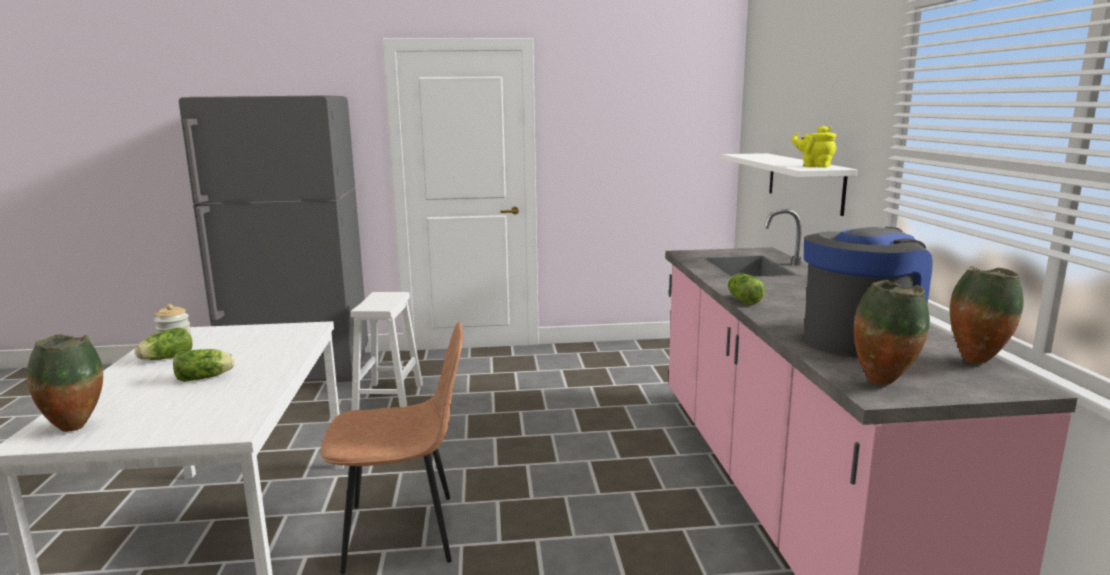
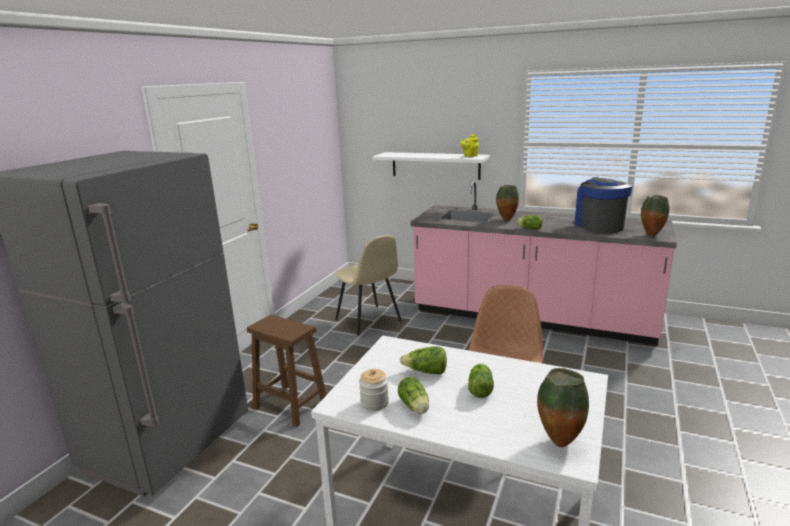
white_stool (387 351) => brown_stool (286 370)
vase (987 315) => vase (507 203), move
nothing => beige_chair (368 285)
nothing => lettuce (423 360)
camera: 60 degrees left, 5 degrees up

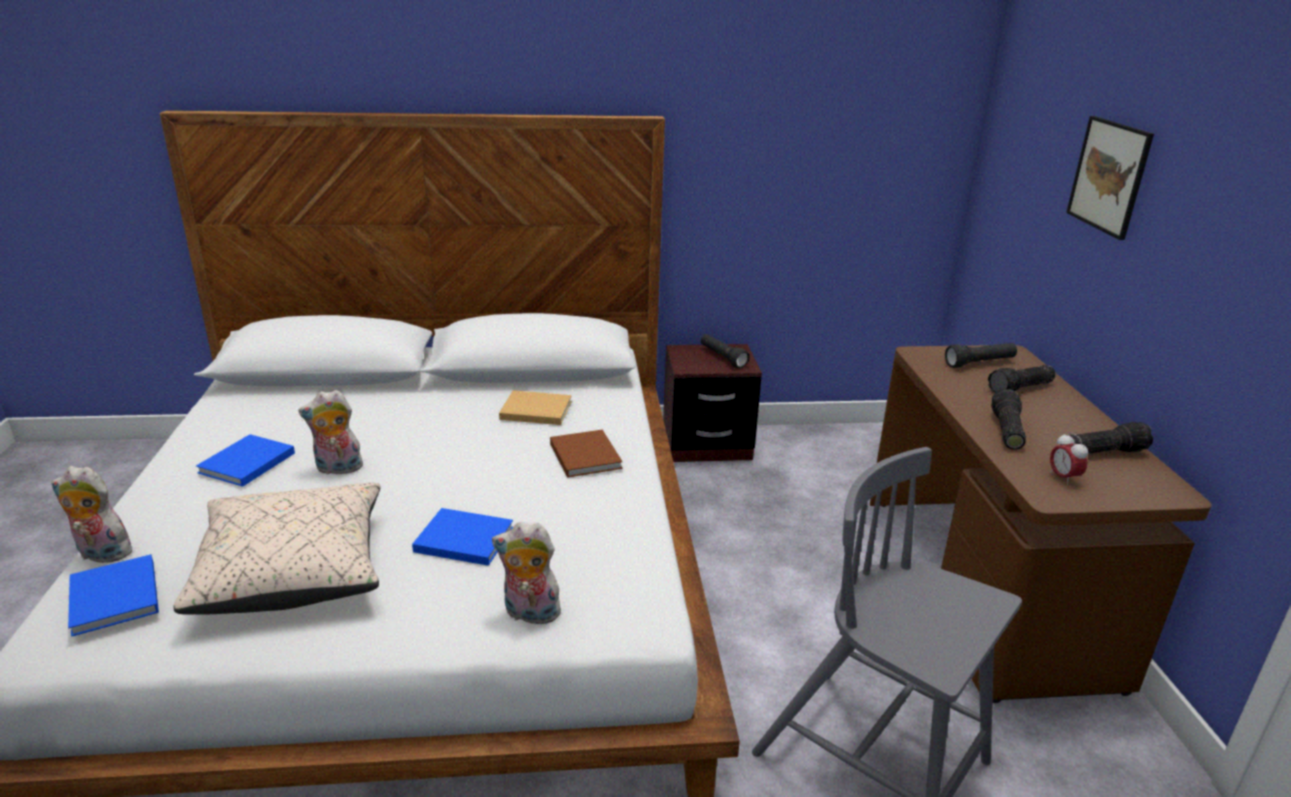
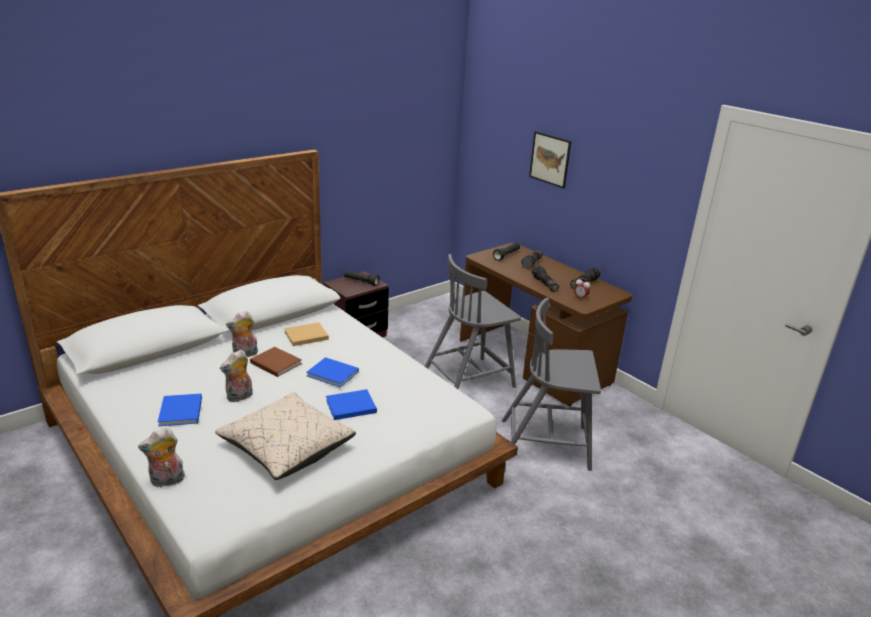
blue_book (113 595) => blue_book (332 372), move
plush_toy (526 573) => plush_toy (242 334), move
brown_book (586 454) => brown_book (276 362), move
nothing => grey_chair (473 321)
camera: 35 degrees left, 0 degrees up

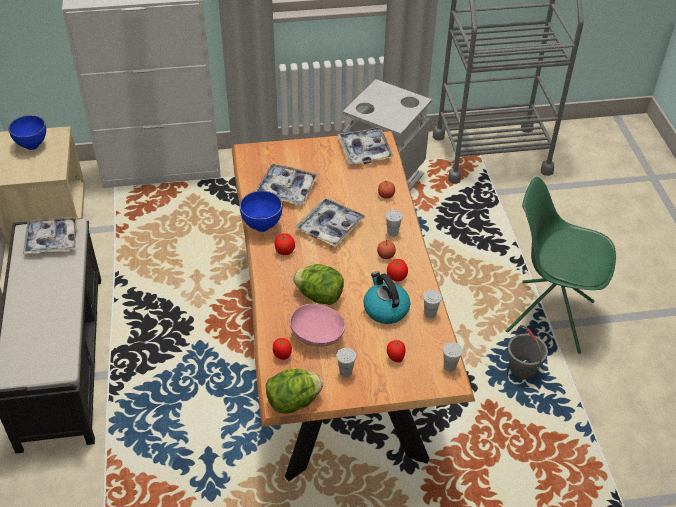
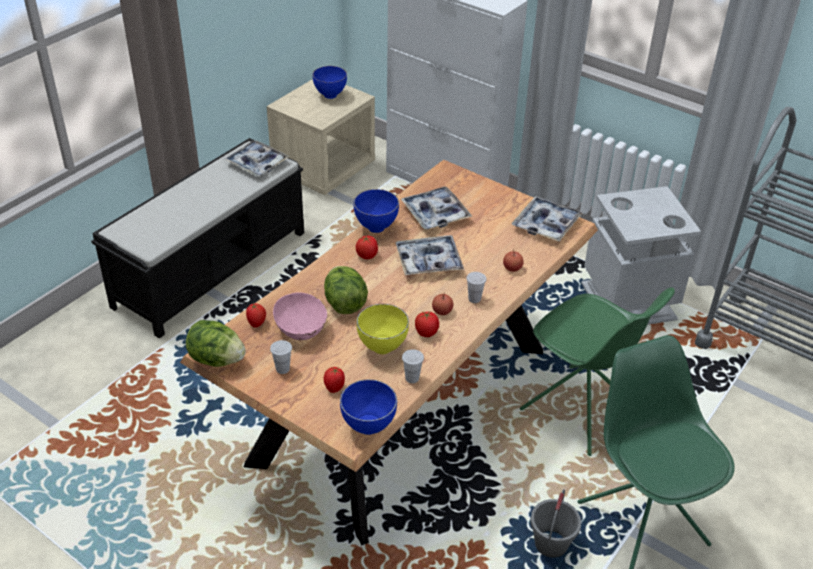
kettle (386 297) => yellow_bowl (382 329)
white_cup (453 357) => blue_bowl (368 407)
nothing => green_chair (597 371)
camera: 45 degrees right, 5 degrees down

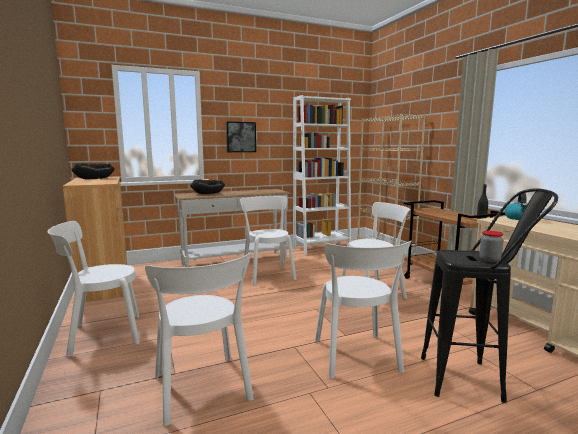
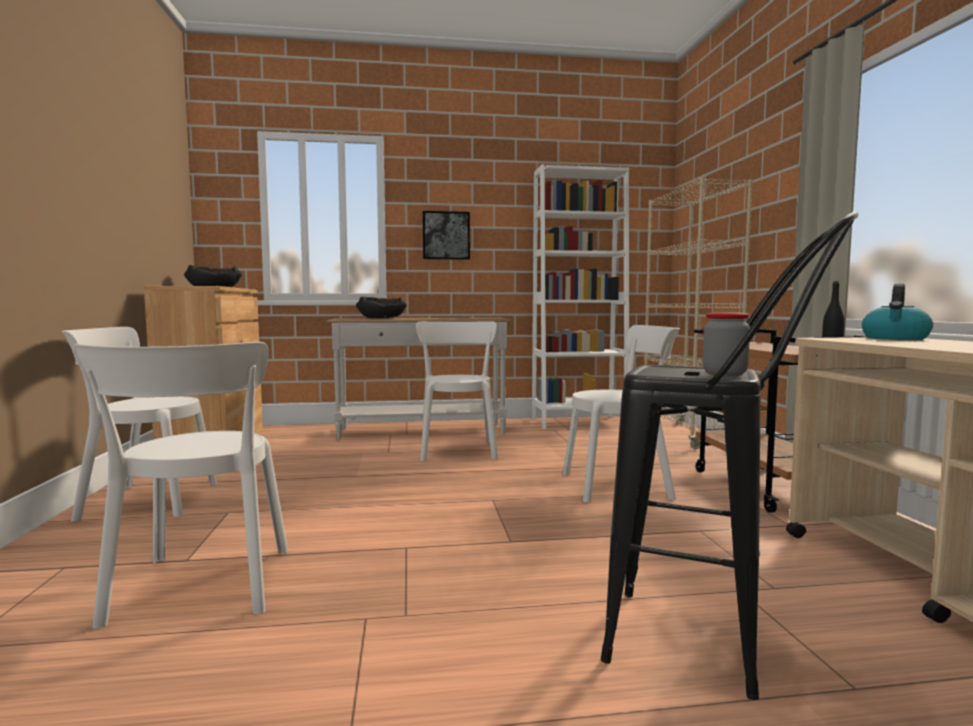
white_chair (363 310) => nothing
camera: 15 degrees right, 5 degrees down

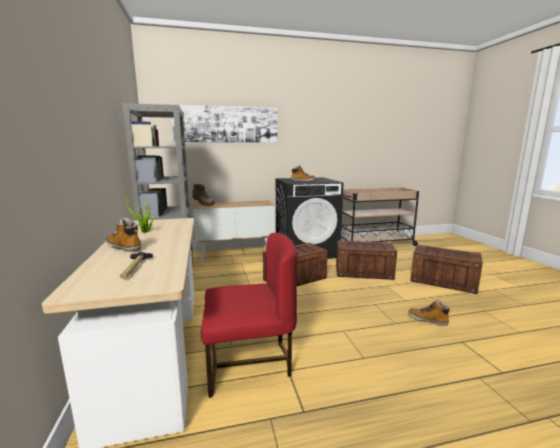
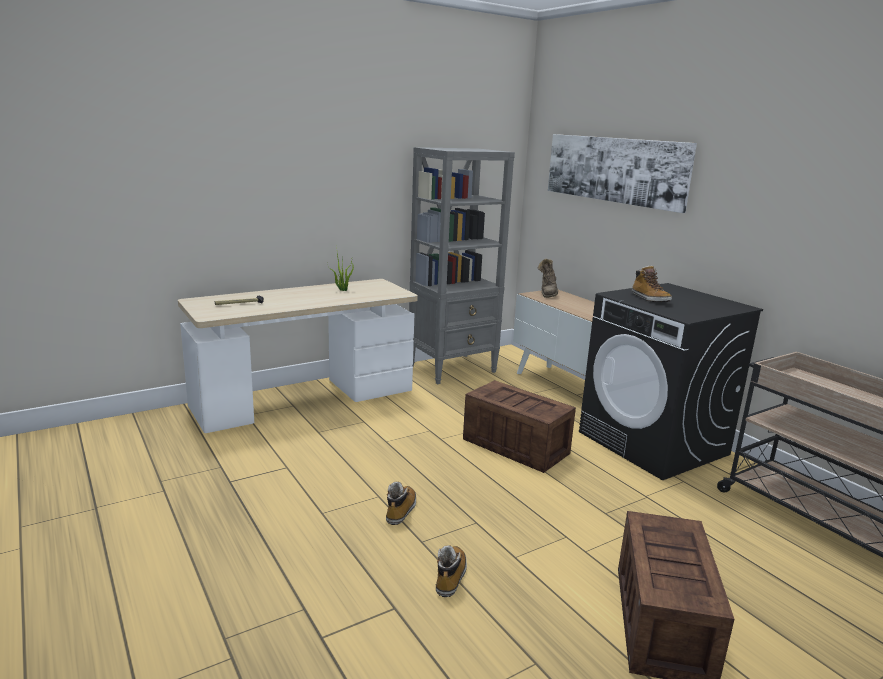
boot (124 235) => boot (401 503), move
red_chair (249 315) => nothing
crate (366 260) => nothing
camera: 70 degrees right, 5 degrees up

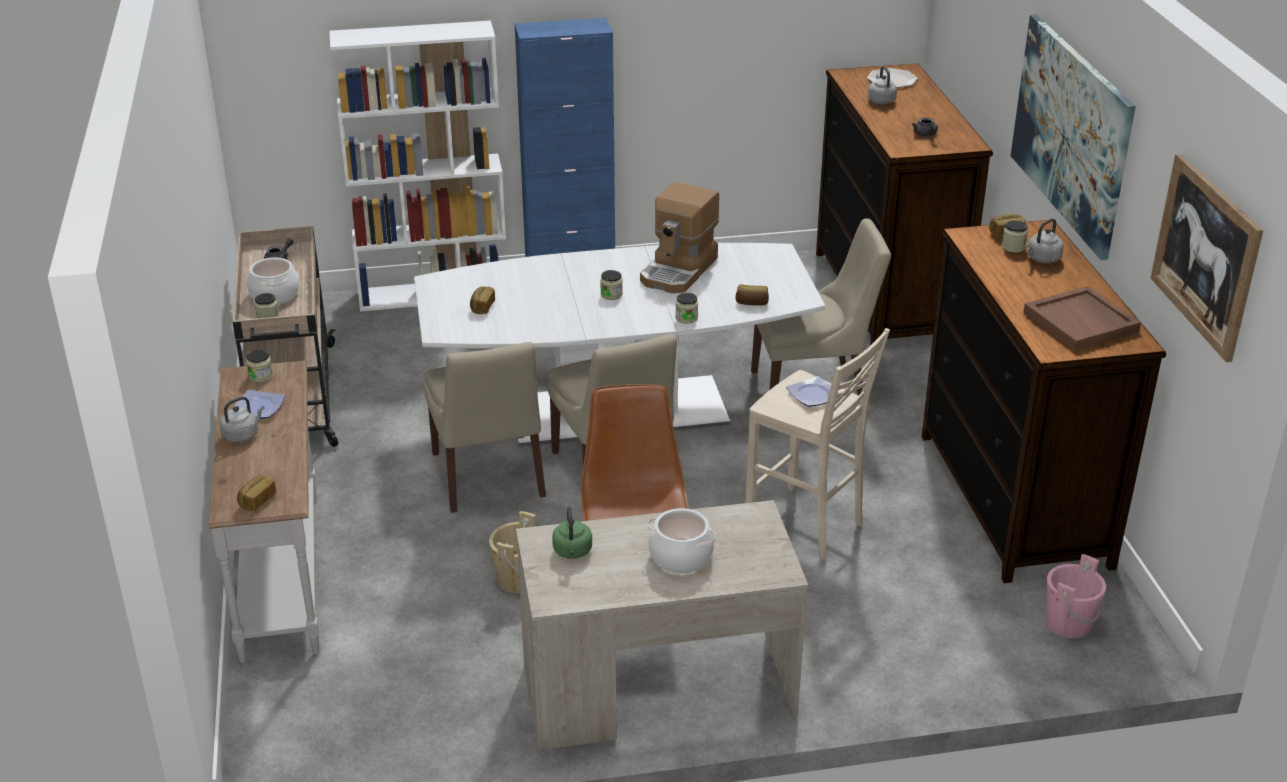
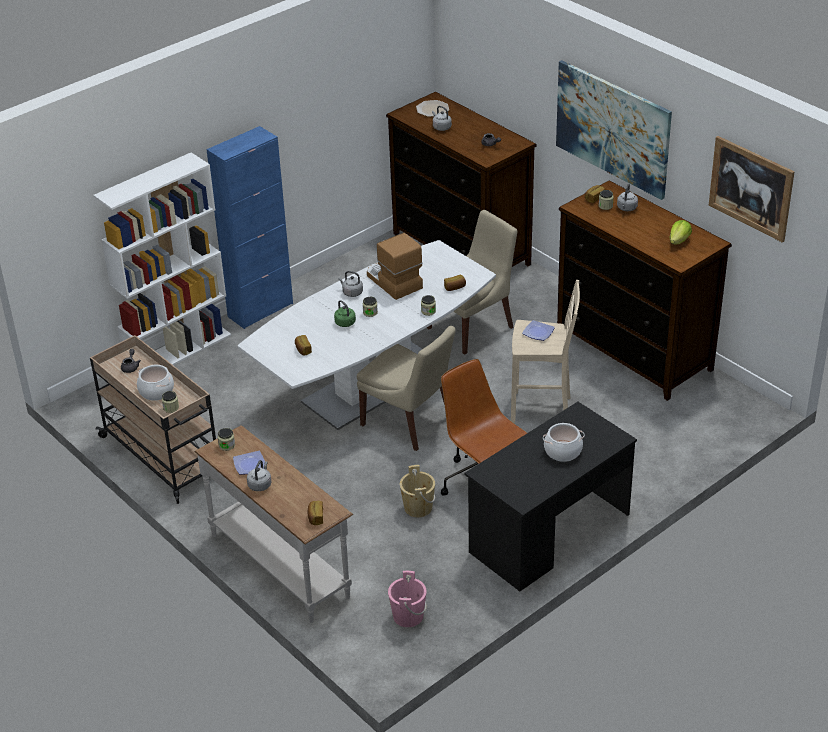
beige_chair (485 427) => nothing
beige_desk (662 625) => black_desk (551 496)
green_kettle (572 533) => green_kettle (345 313), move
coffee_machine (679 238) => coffee_machine (395 266), 150 degrees clockwise
brown_tray (1082 318) => lettuce (680 232)
pink_bucket (1076 596) => pink_bucket (407 599), move
nothing => grey_kettle (350 284)
camera: 30 degrees left, 5 degrees up

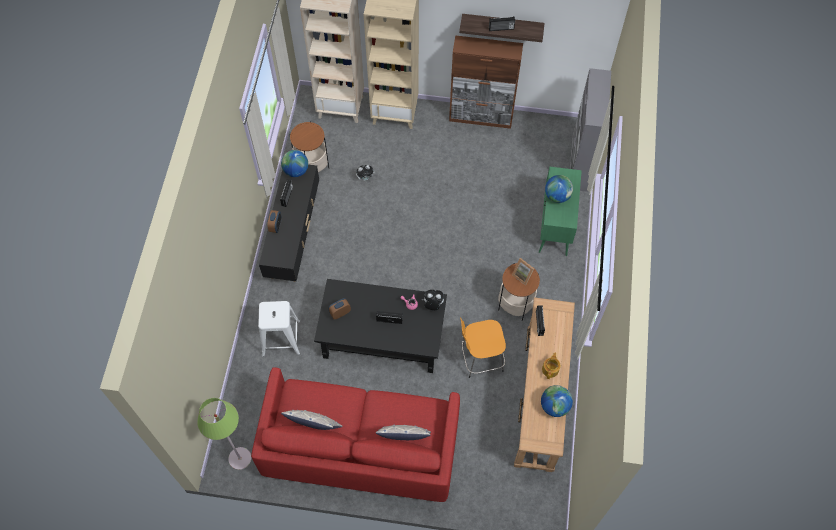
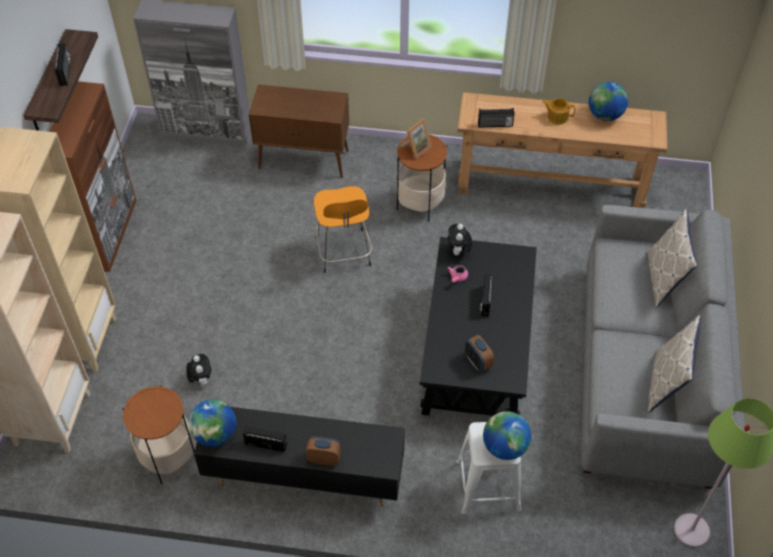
red_sofa (355 434) => grey_sofa (663 347)
orange_stool (483 348) => orange_stool (343 229), move
green_cabinet (560 211) => brown_cabinet (299 131)
globe (559 189) => globe (507 435), move
camera: 90 degrees left, 10 degrees down

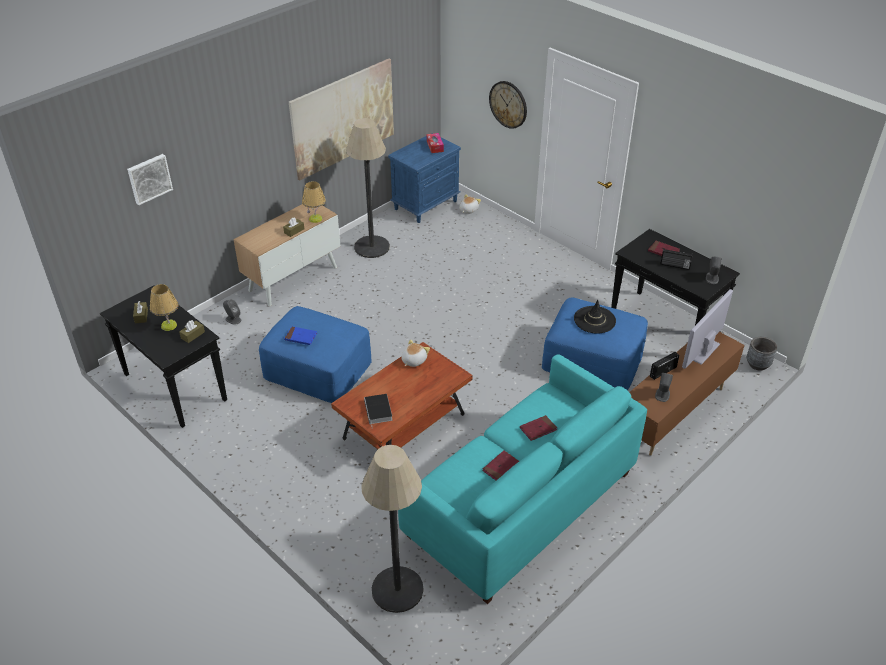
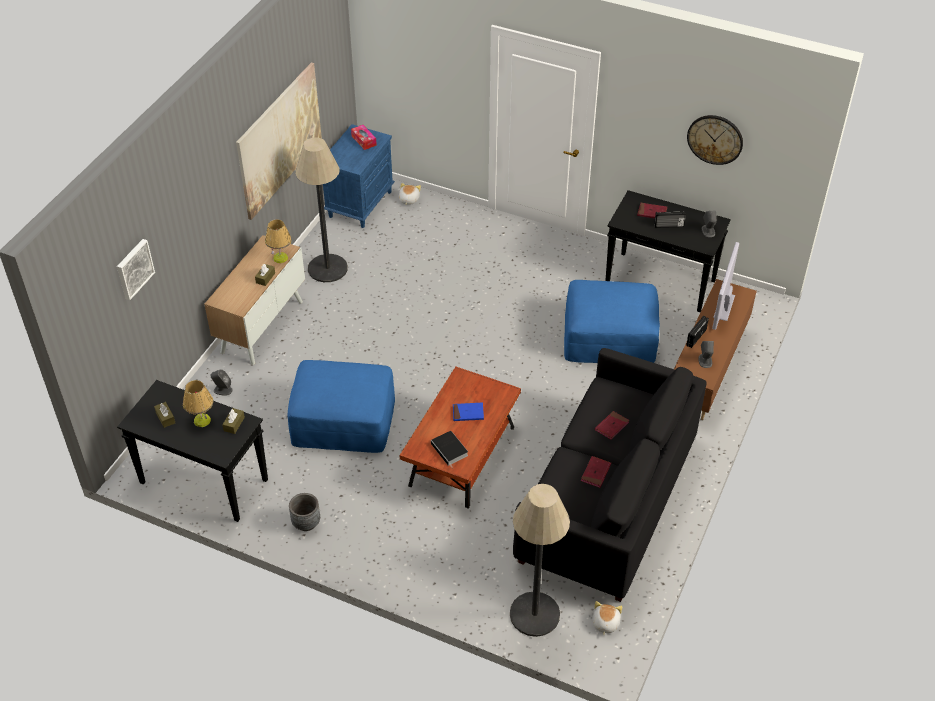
blue_book (300 335) => blue_book (468 412), move
turquoise_sofa (522 479) => black_sofa (610 475)
plush_toy (415 353) => plush_toy (607 618), move
wall_clock (508 105) => wall_clock (715 140), move
black_hat (595 317) => nothing
grey_planter (762 354) => grey_planter (304 512), move
camera: 20 degrees left, 5 degrees up

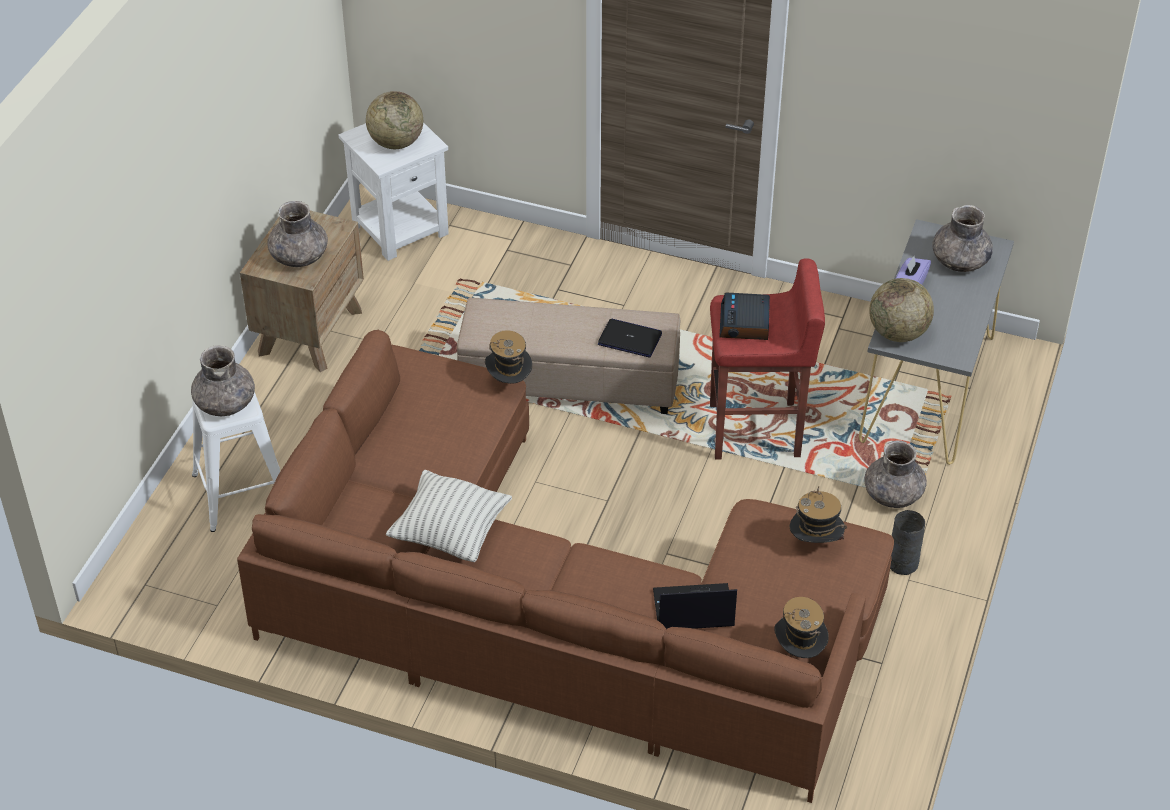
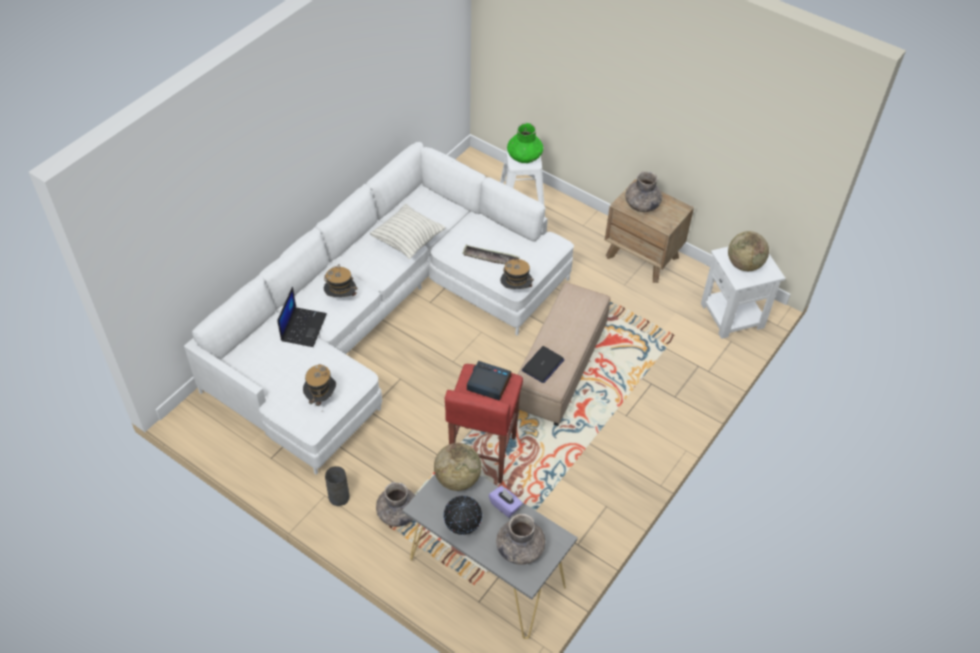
grey_vase (223 380) => green_vase (525 143)
brown_sofa (565 566) => white_sofa (379 308)
hat (801 627) => hat (341 280), move
nothing => globe (462 515)
nothing => tray (491 255)
camera: 105 degrees right, 5 degrees up

